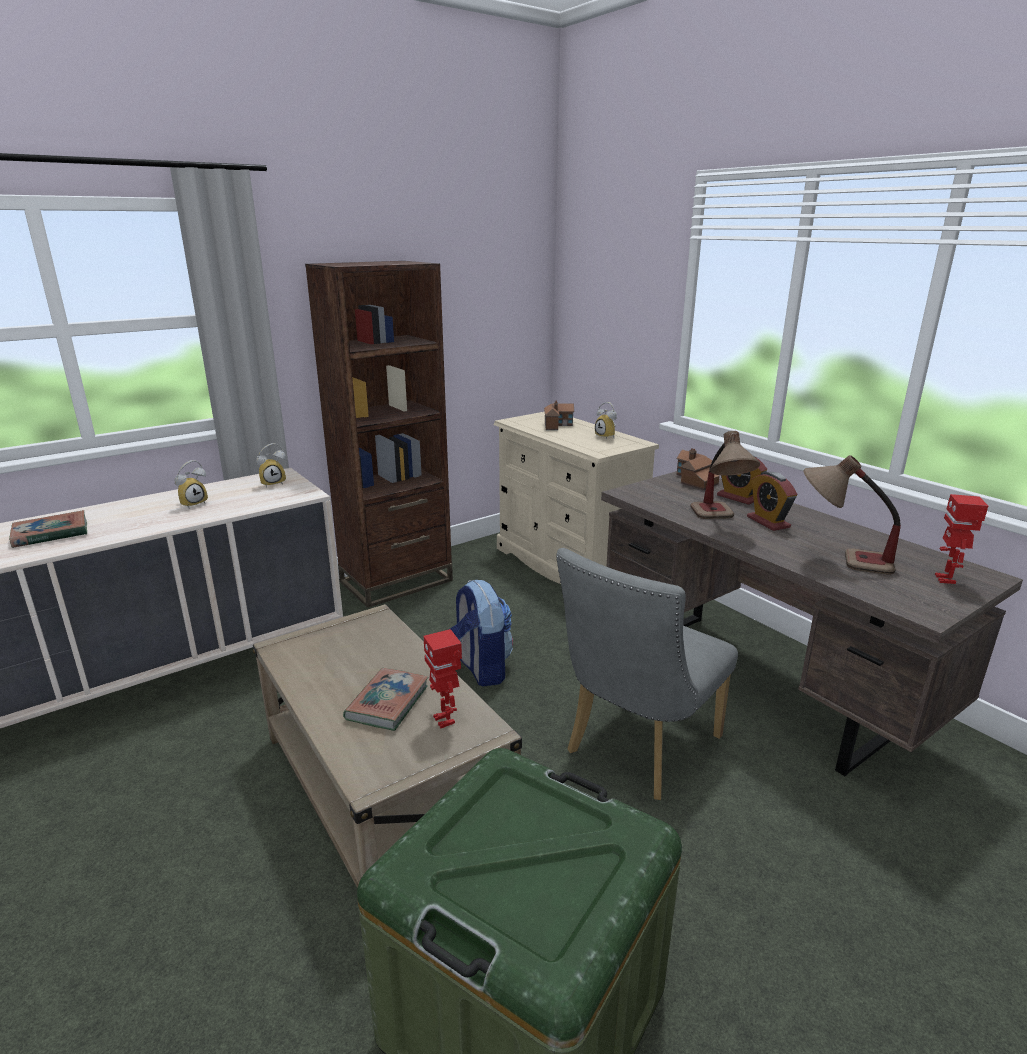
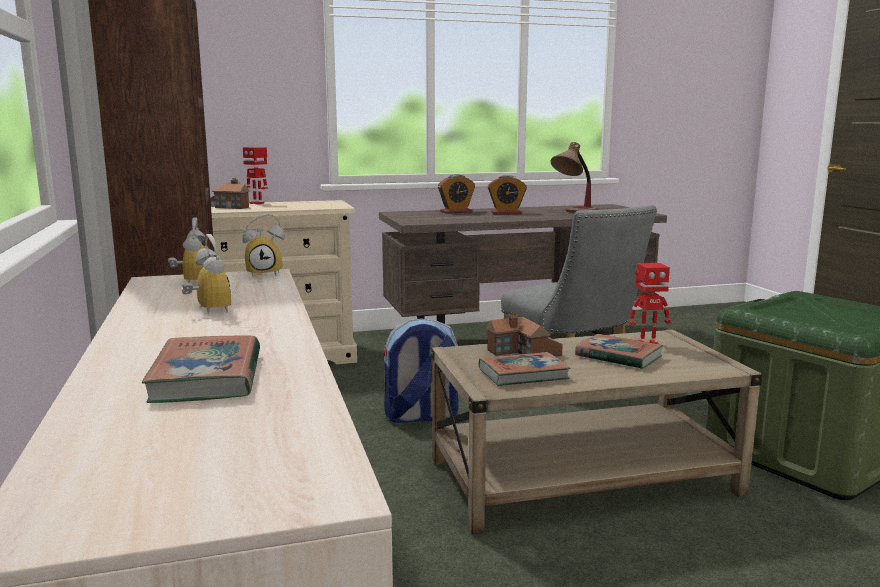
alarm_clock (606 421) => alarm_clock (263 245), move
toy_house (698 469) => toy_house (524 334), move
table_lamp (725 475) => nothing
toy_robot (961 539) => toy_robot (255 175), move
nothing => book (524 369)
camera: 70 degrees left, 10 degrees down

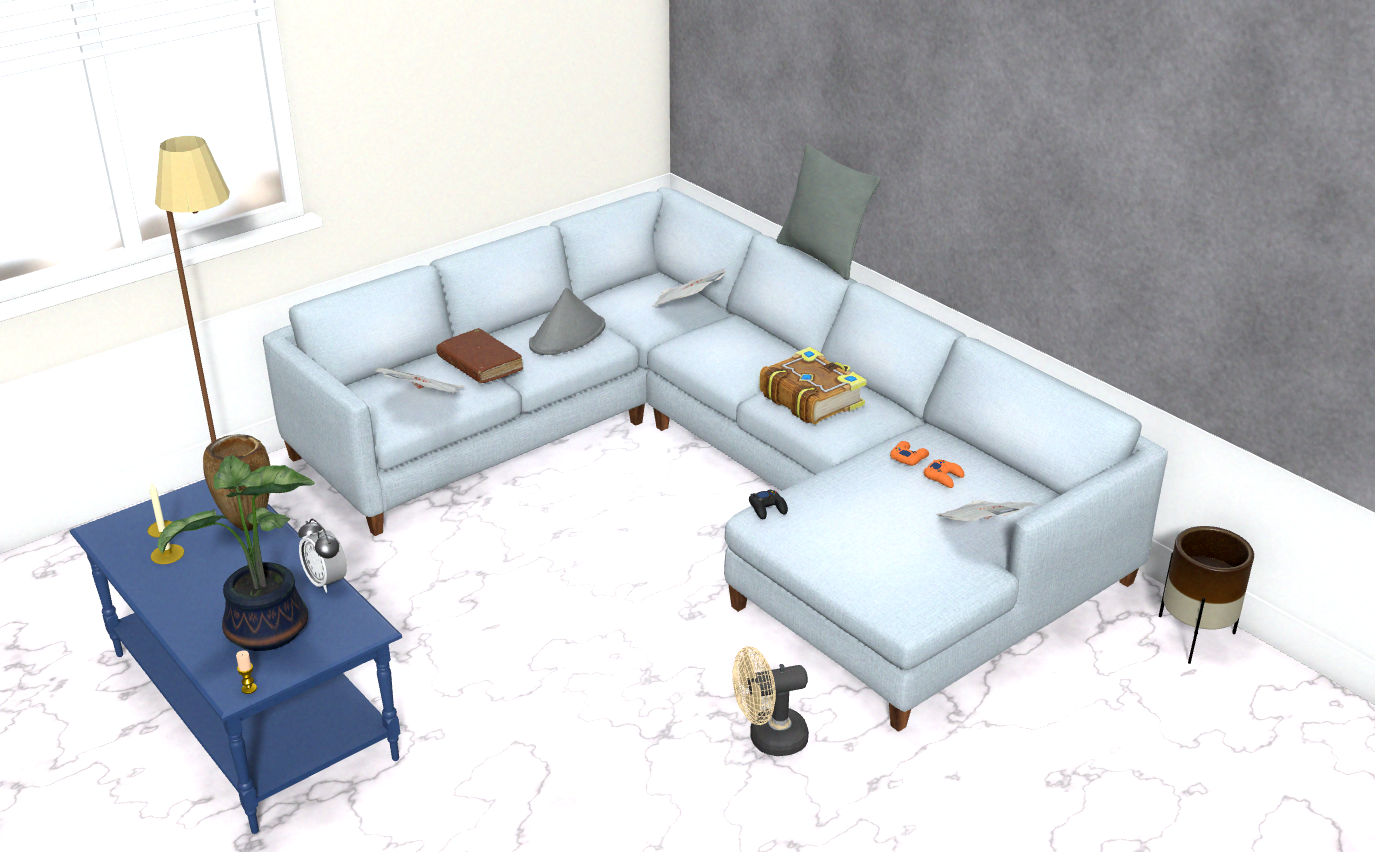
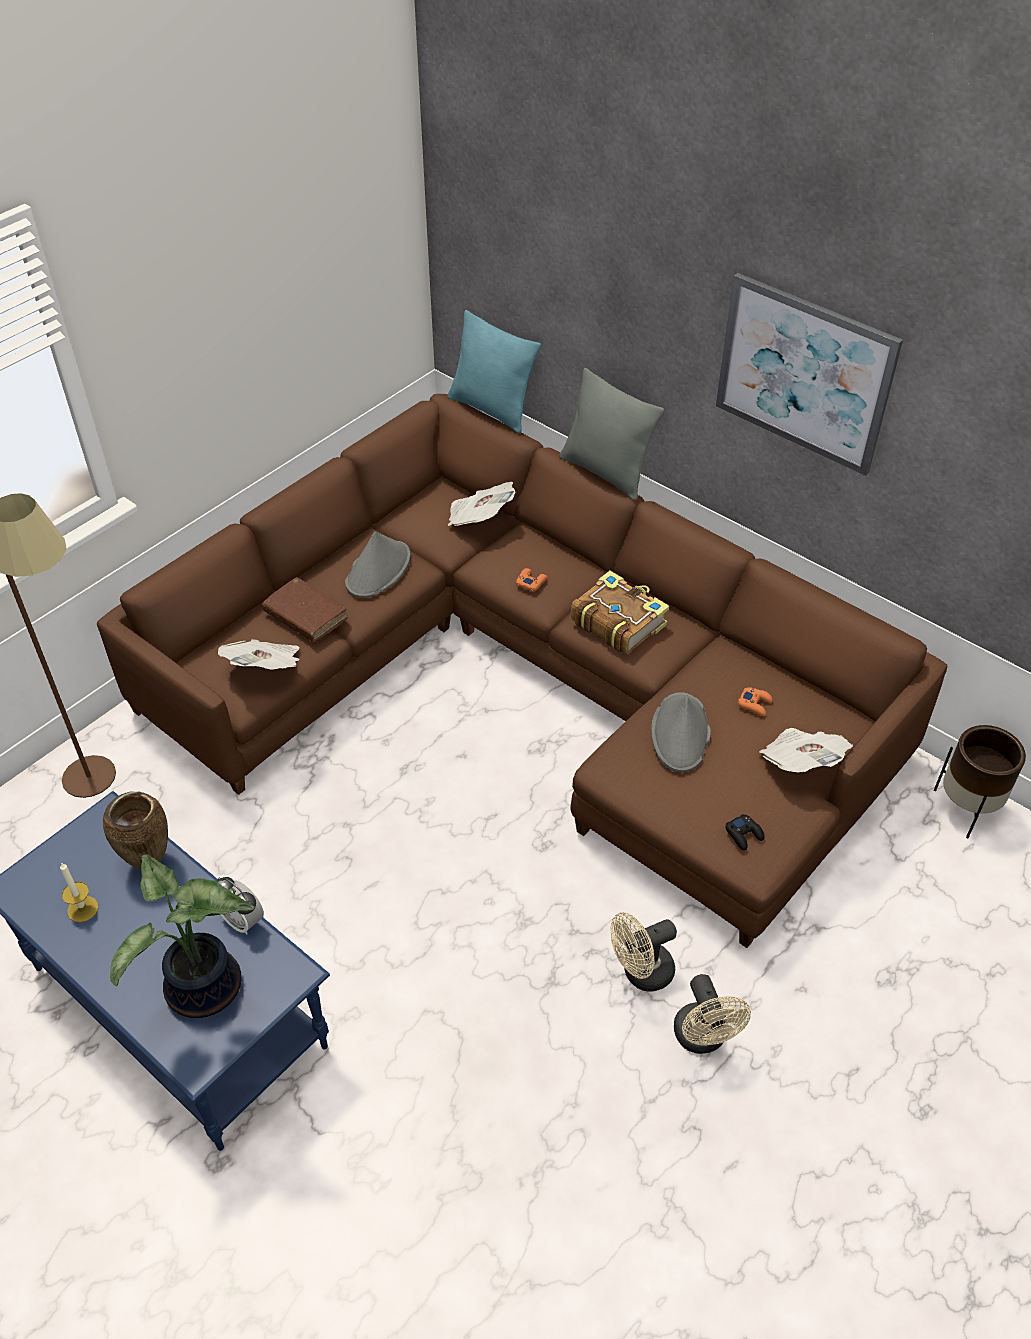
candle (246 672) => nothing
grey_sofa (715 459) => brown_sofa (522 671)
black_game_controller (768 504) => black_game_controller (745 832), move
orange_game_controller (909 453) => orange_game_controller (531 579), move
nothing => turquoise_pillow (494 371)
nothing => grey_hat (681 732)
nothing => beige_fan (712 1014)
nothing => picture (809 374)
camera: 10 degrees left, 15 degrees up

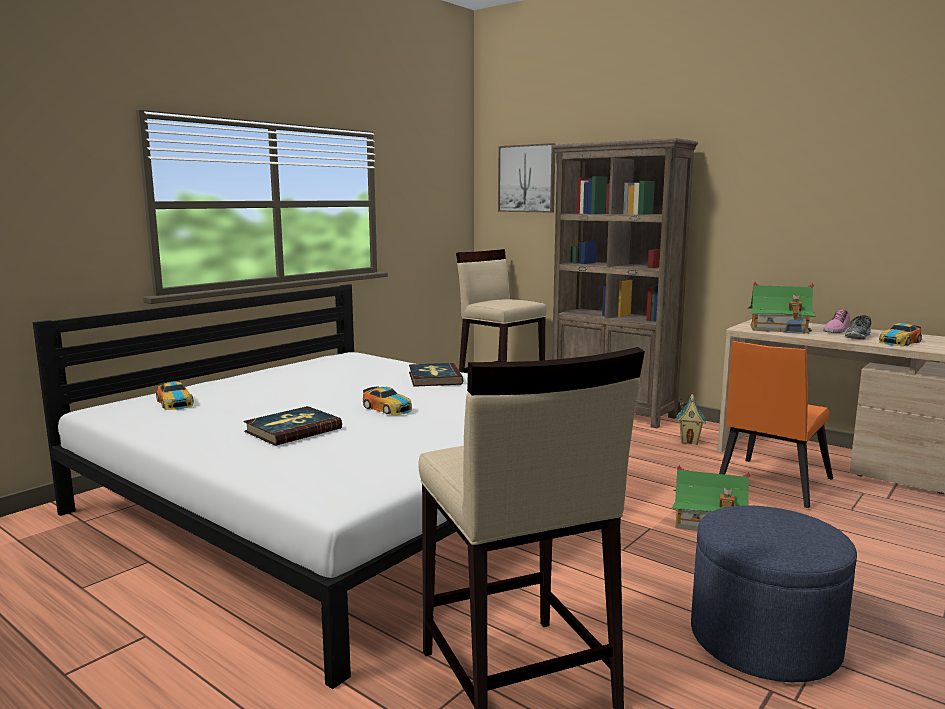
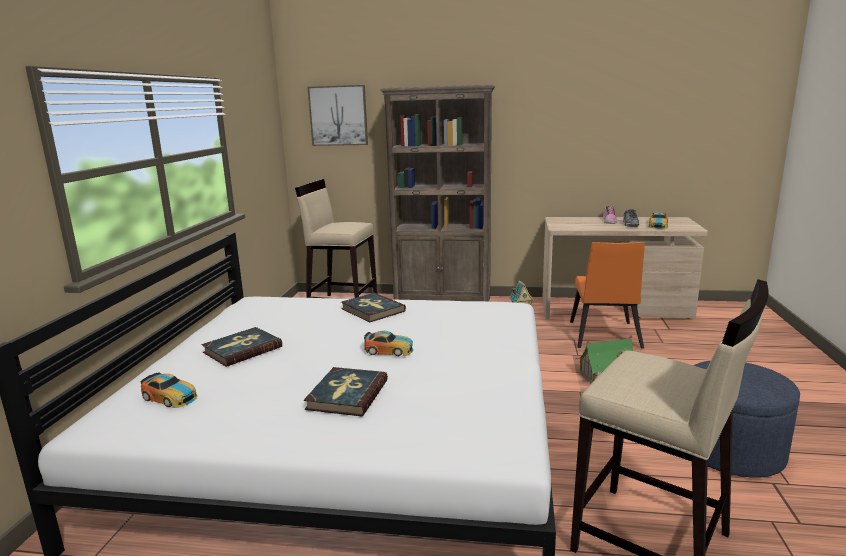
toy_house (782 308) => nothing
nothing => book (242 347)
camera: 30 degrees left, 5 degrees up

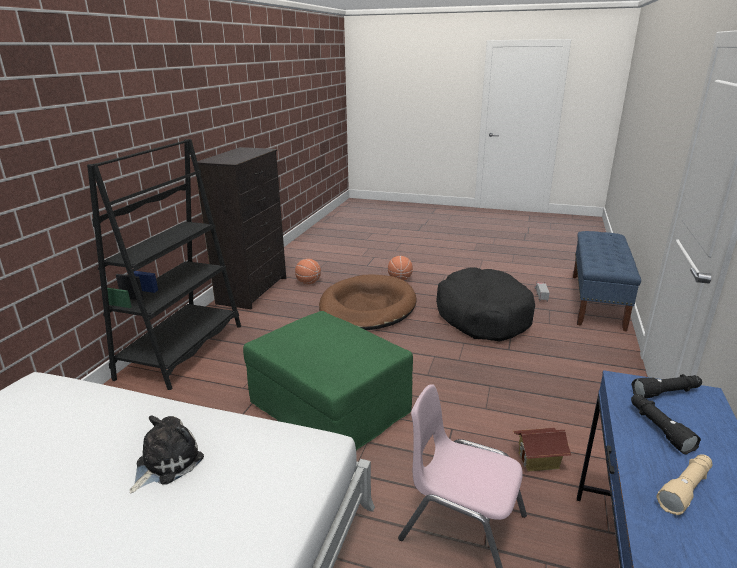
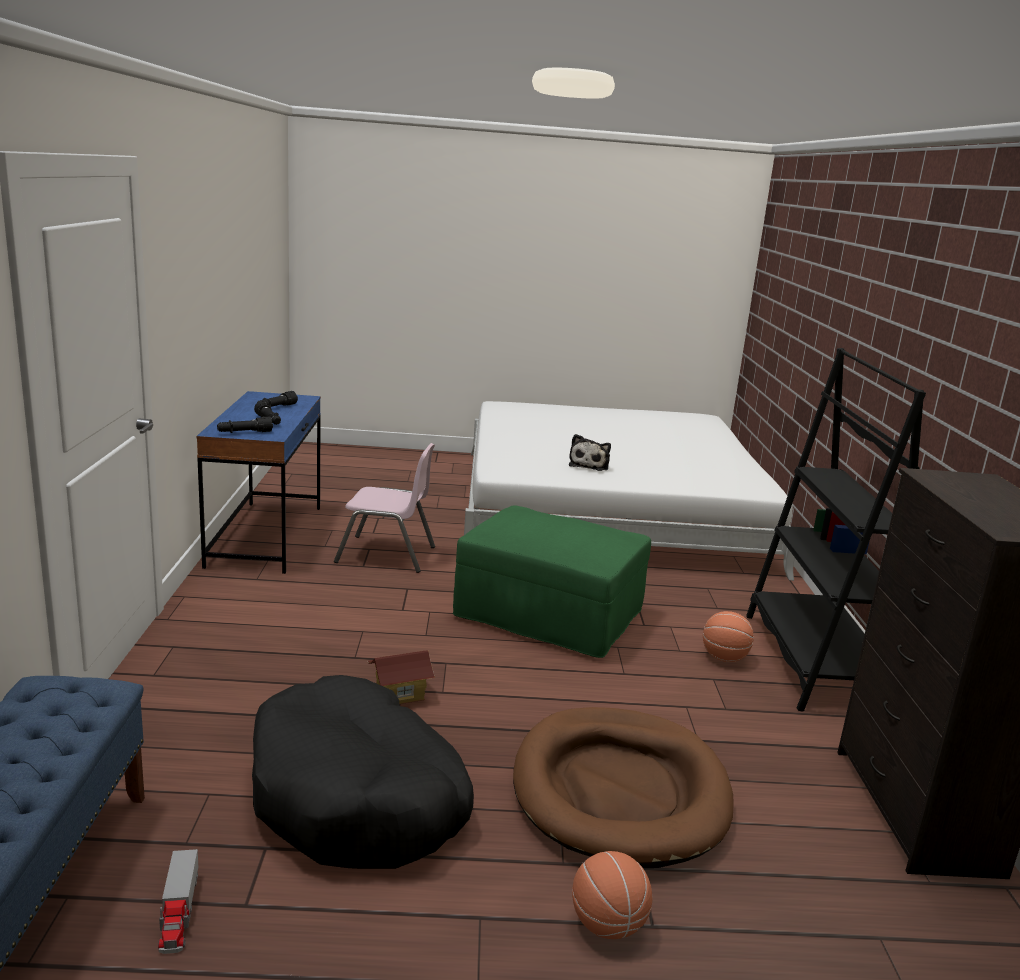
basketball (308 271) => basketball (728 636), move
toy_house (542 450) => toy_house (401 677), move
beige_flashlight (684 484) => black_flashlight (277 399)
camera: 160 degrees right, 5 degrees down

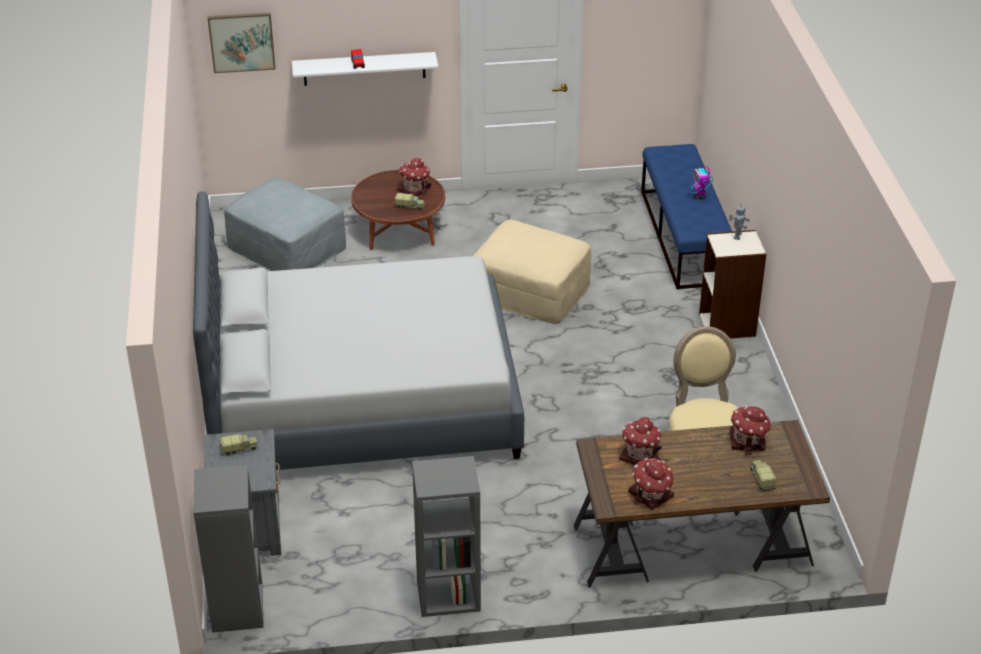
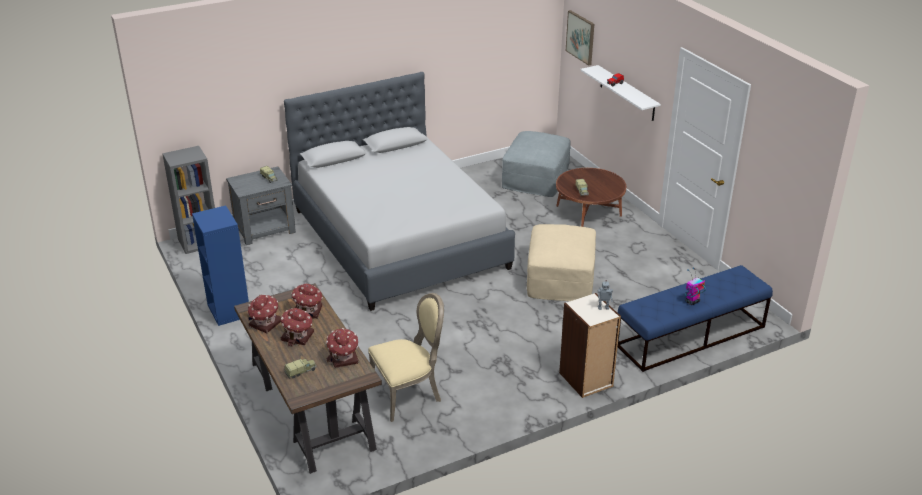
toy_house (414 177) => toy_house (297 327), move
grey_bookcase (446 536) => blue_bookcase (220 265)
camera: 70 degrees right, 5 degrees down

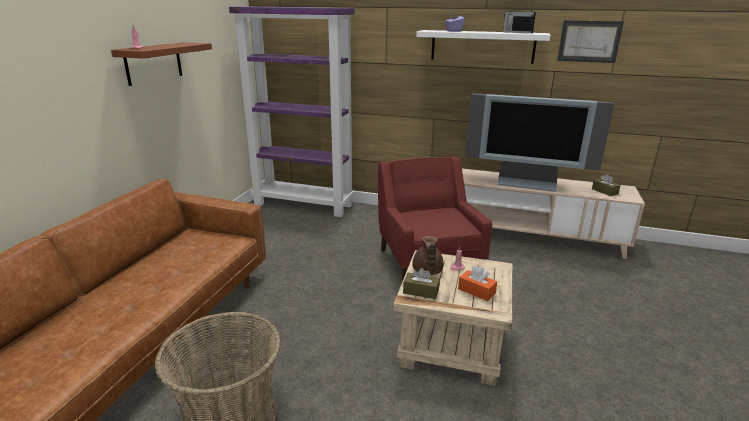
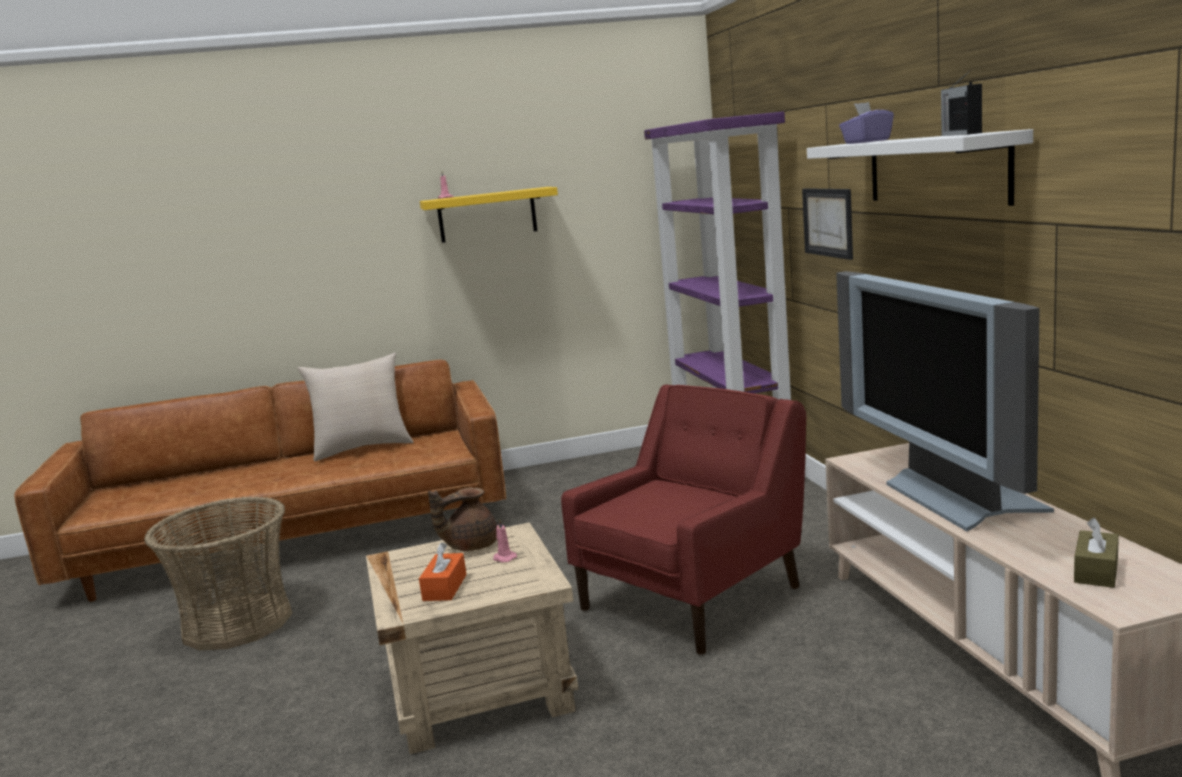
brown_shelf (161 64) => yellow_shelf (489 215)
brown_tissue_box (421 283) => nothing
picture (590 41) => picture (827 224), move
nothing => beige_pillow (356 406)
camera: 60 degrees right, 10 degrees down

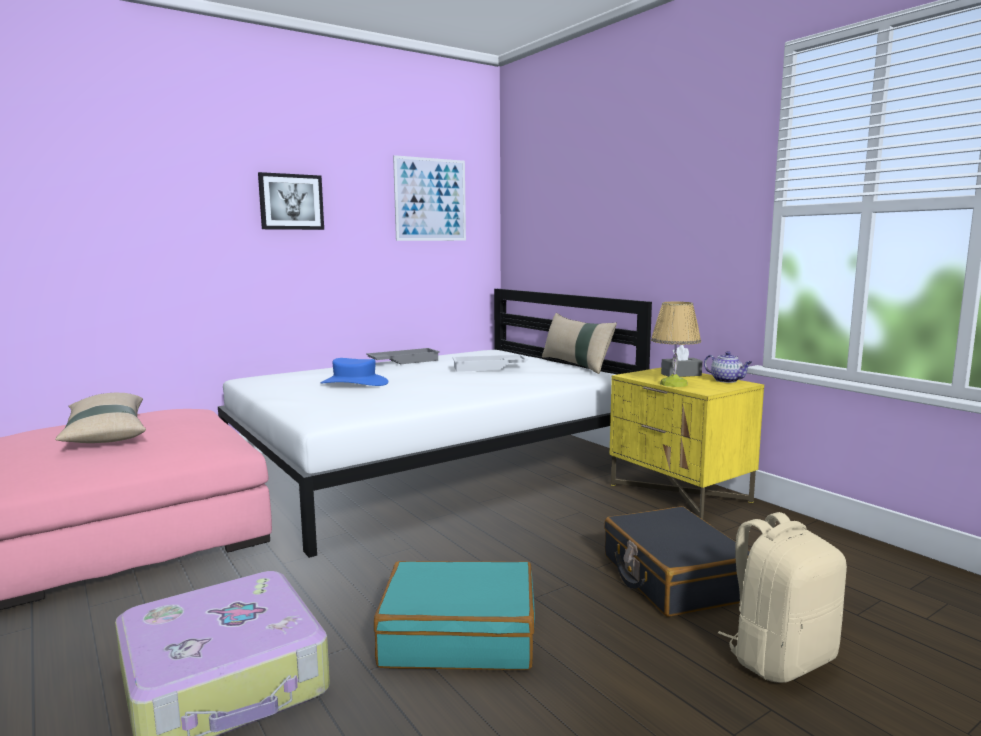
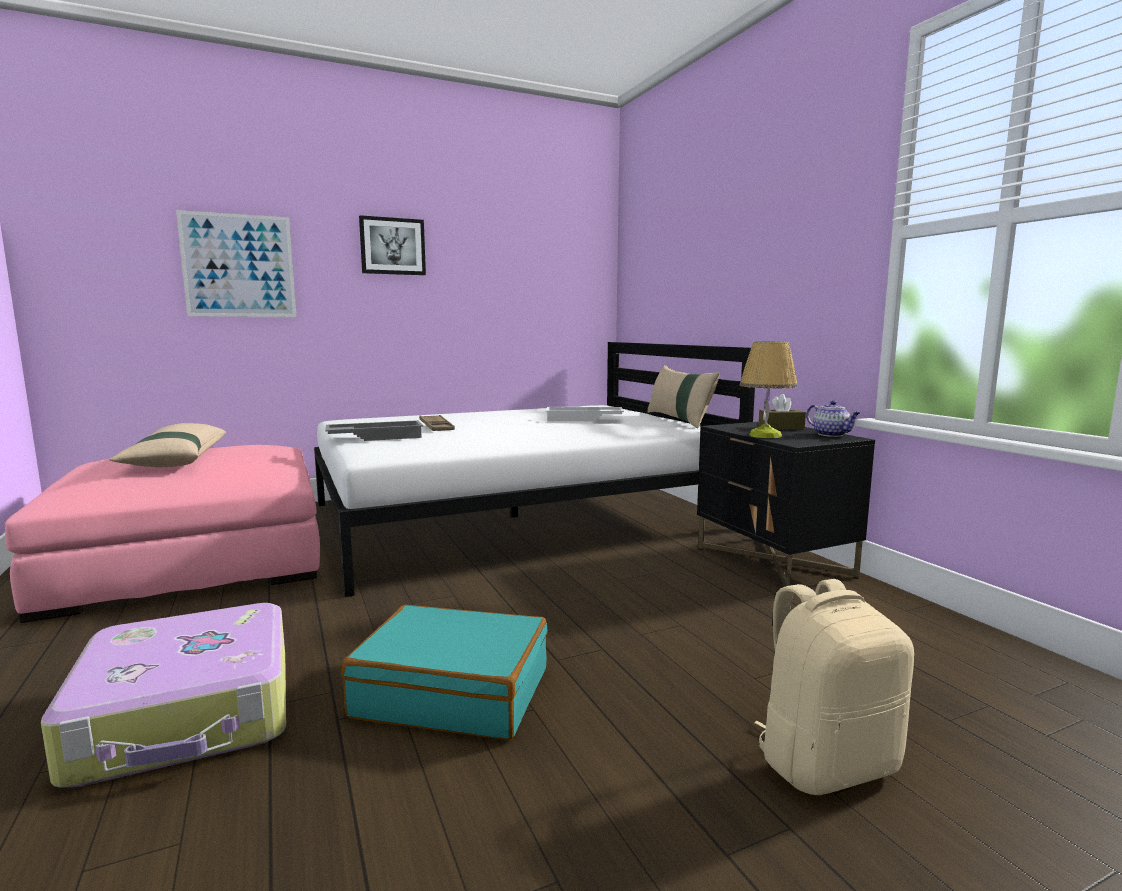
blue_hat (354 372) => brown_tray (437 423)
grey_tray (403 356) => grey_tray (374 430), move
picture (429 198) => picture (236 263), move
black_suitcase (677 561) => nothing
yellow_nightstand (687 443) => black_nightstand (786 504)
grey_tissue_box (681 361) => brown_tissue_box (782 412)
camera: 10 degrees right, 0 degrees up

